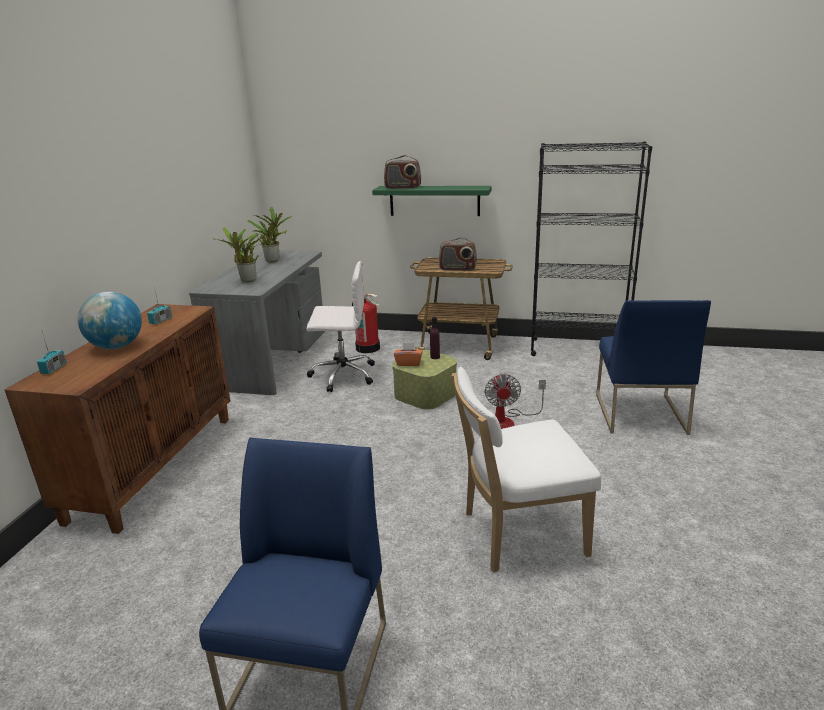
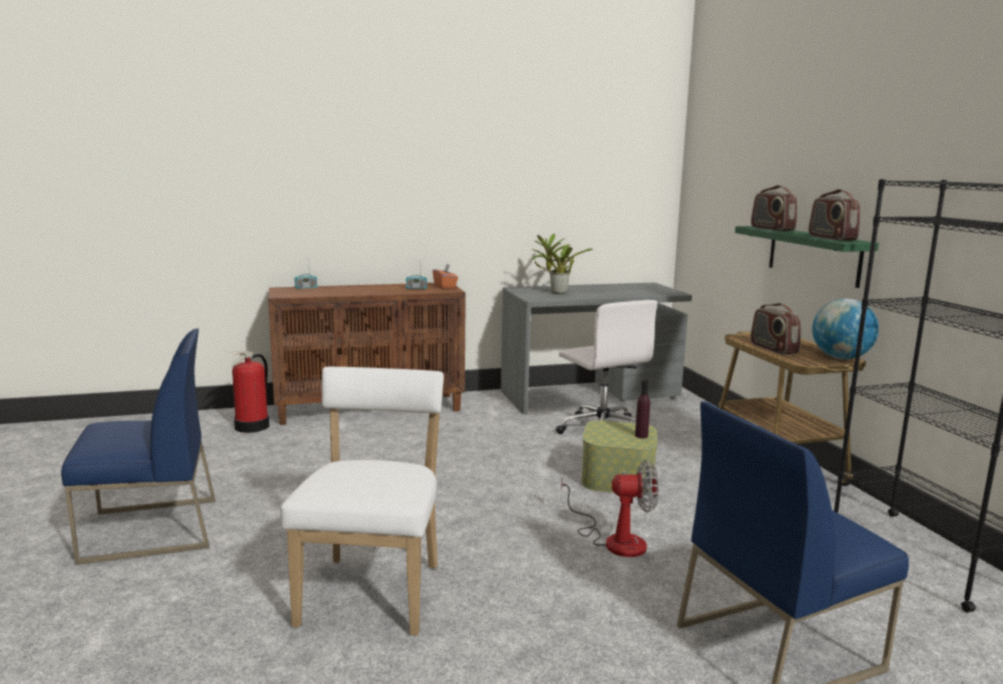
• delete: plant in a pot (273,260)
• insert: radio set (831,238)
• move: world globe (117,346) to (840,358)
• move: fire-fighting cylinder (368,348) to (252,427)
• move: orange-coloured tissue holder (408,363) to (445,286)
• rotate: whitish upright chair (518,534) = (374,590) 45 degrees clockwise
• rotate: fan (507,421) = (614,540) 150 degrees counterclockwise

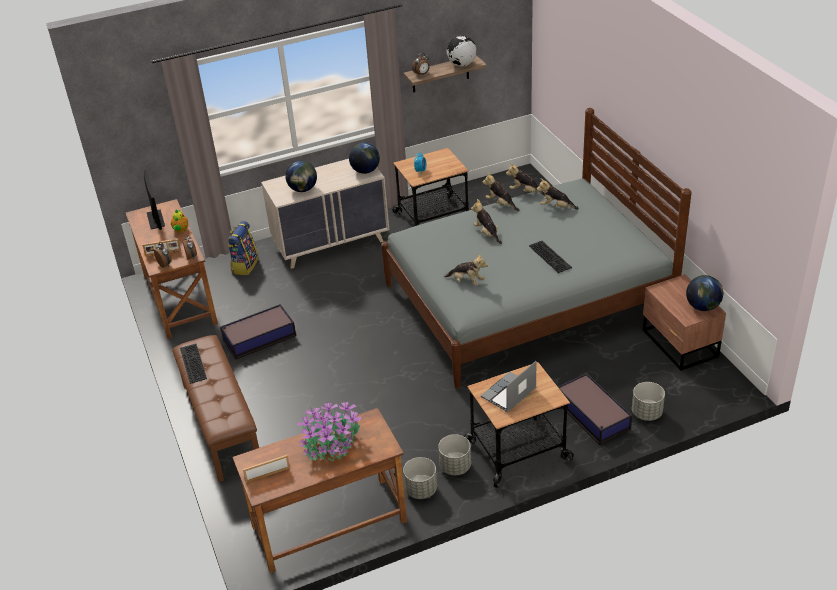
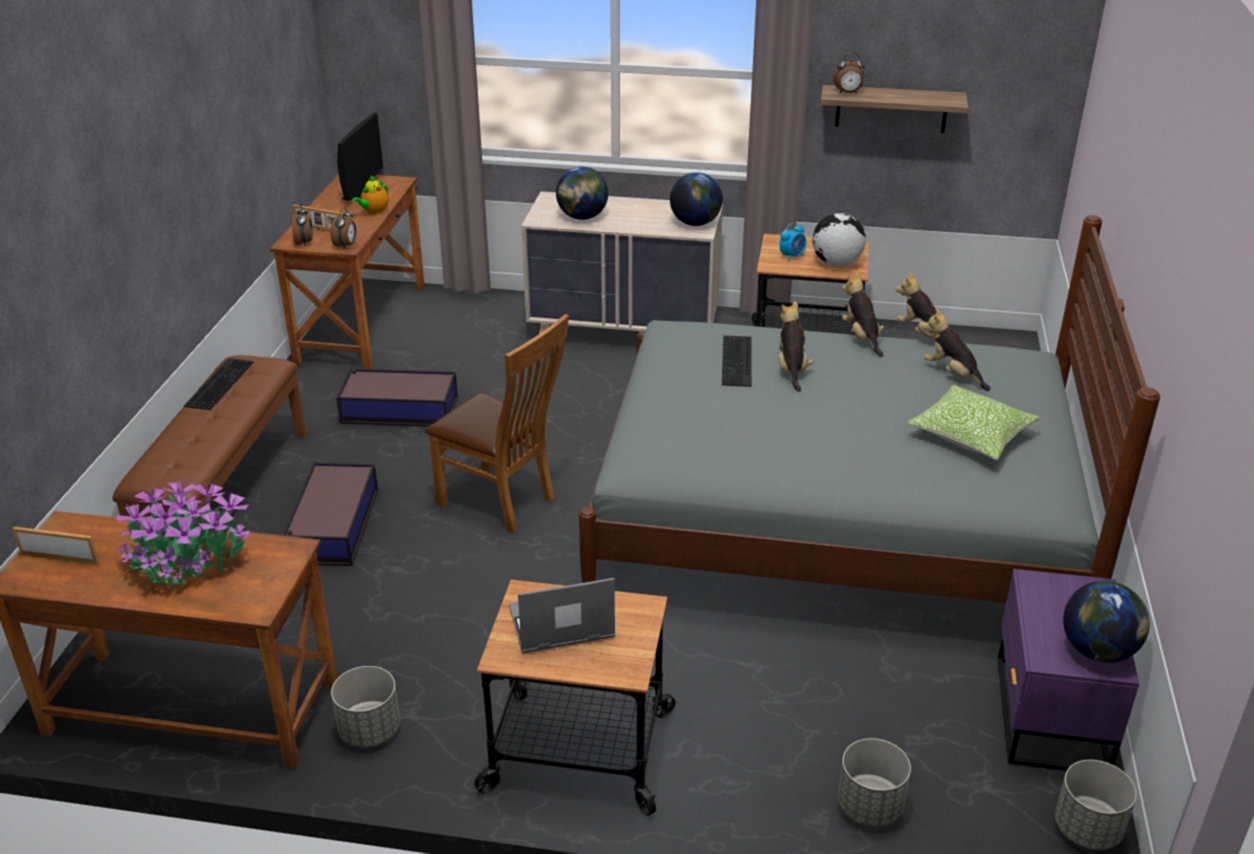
• delete: rucksack (244,265)
• delete: soft toy (466,281)
• insert: brownish upright chair (502,502)
• insert: throw pillow (971,435)
• move: grey planter (455,467) to (1087,829)
• move: world globe (461,65) to (836,264)
• move: PC keyboard (551,256) to (738,361)
• move: storage box (593,416) to (333,527)
• recolor: brownish night table (679,344) to purple-coloured night table (1047,716)

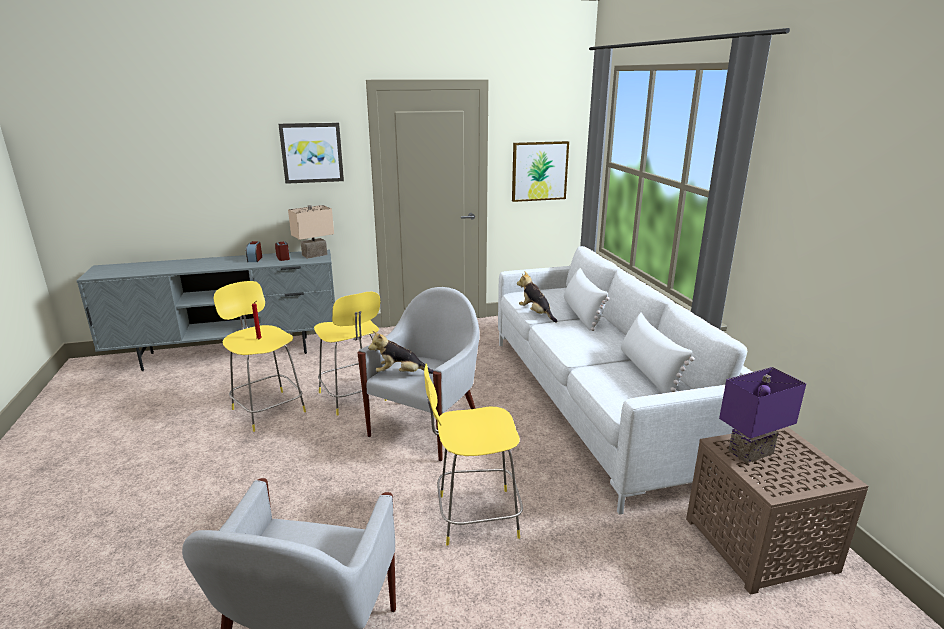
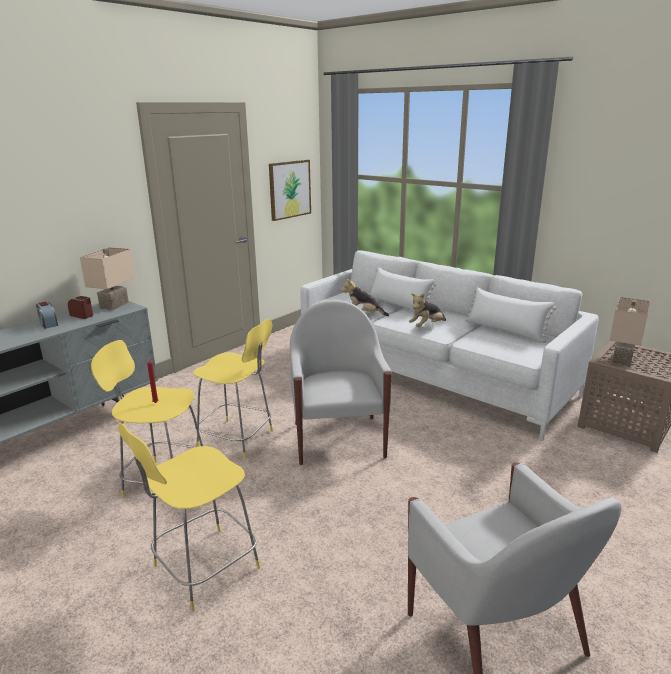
• delete: wall art (312,153)
• move: soft toy (400,374) to (426,326)
• move: yellowish stool (474,516) to (203,569)
• recolor: purple-coloured table lamp (752,453) to beige table lamp (623,360)

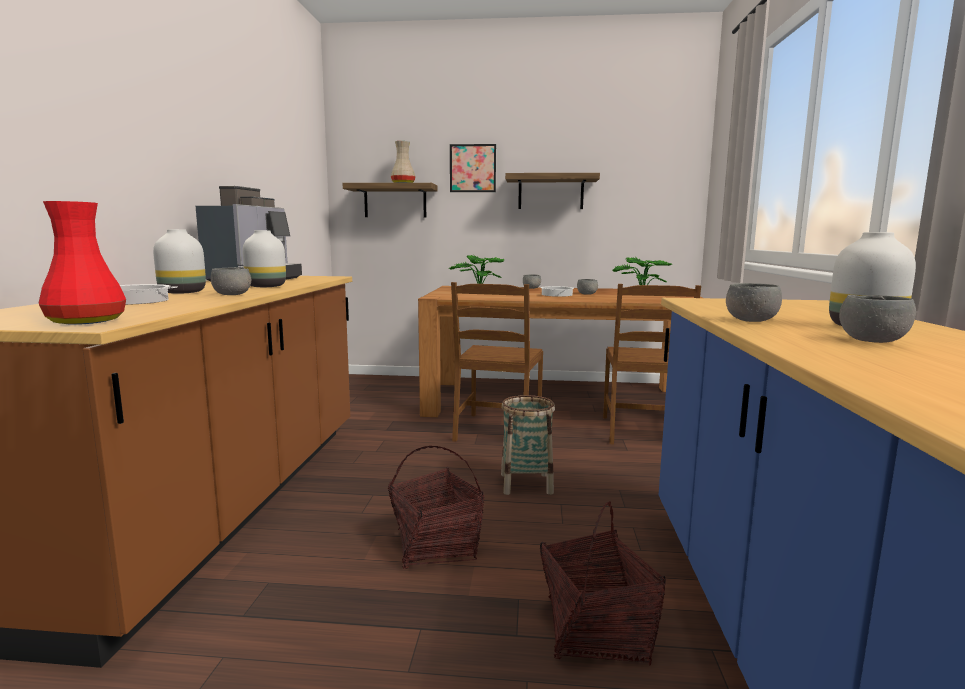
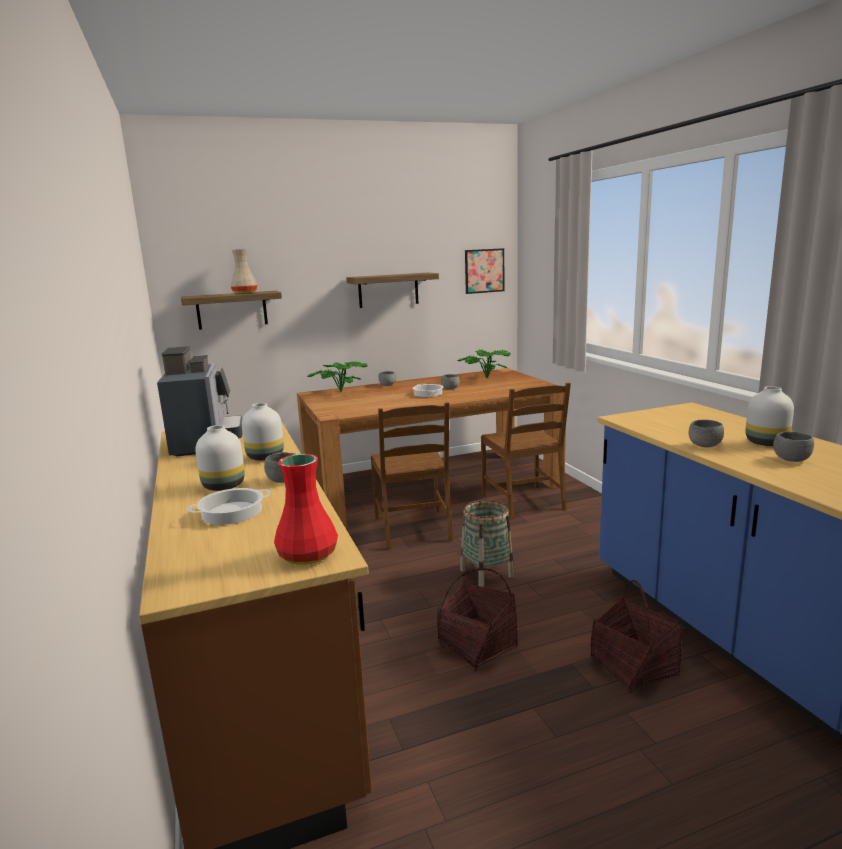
• move: wall art (472,168) to (484,271)

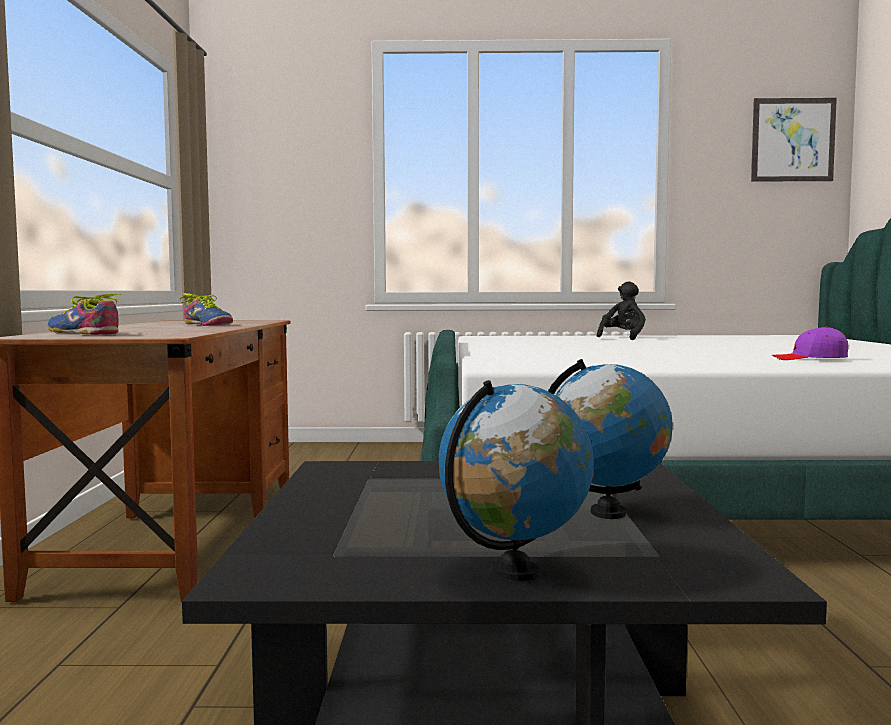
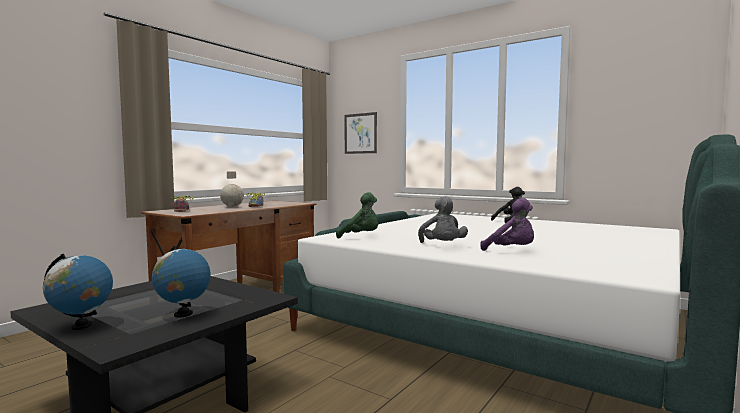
• insert: world globe (232,206)
• insert: green soft toy (361,237)
• insert: grey soft toy (442,246)
• move: wall art (793,140) to (360,133)
• replace: purple-coloured peaked cap (810,359) to purple-coloured soft toy (512,251)

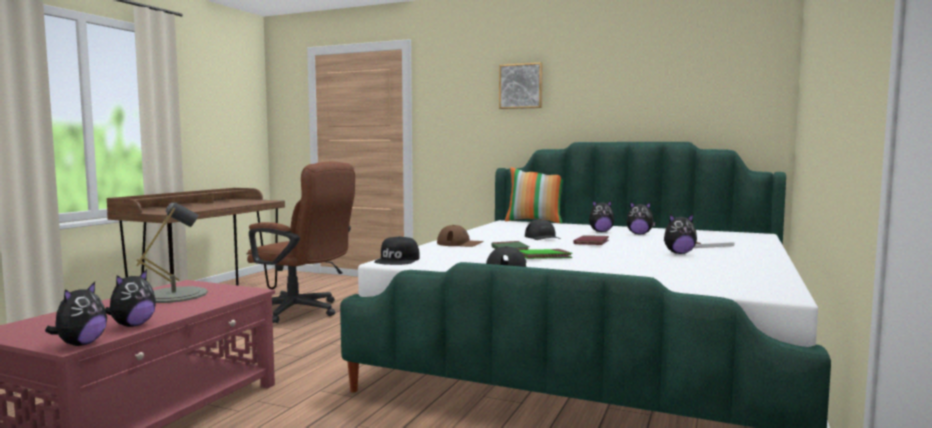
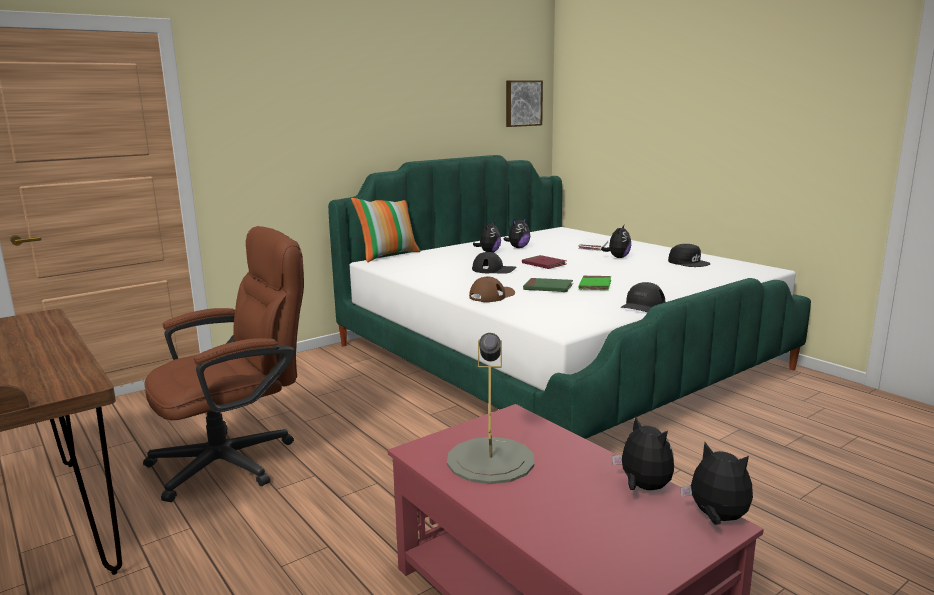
• move: black peaked cap (398,260) to (689,262)
• move: wall art (521,86) to (522,103)

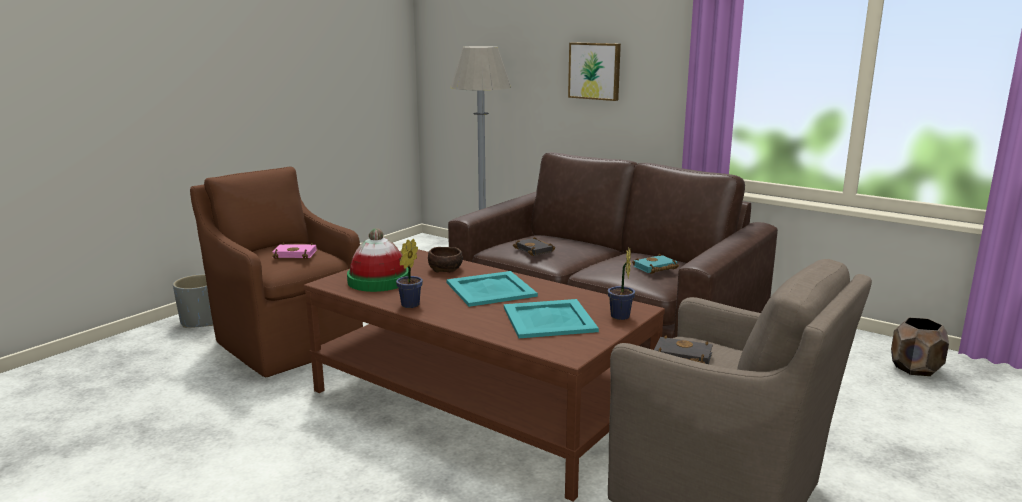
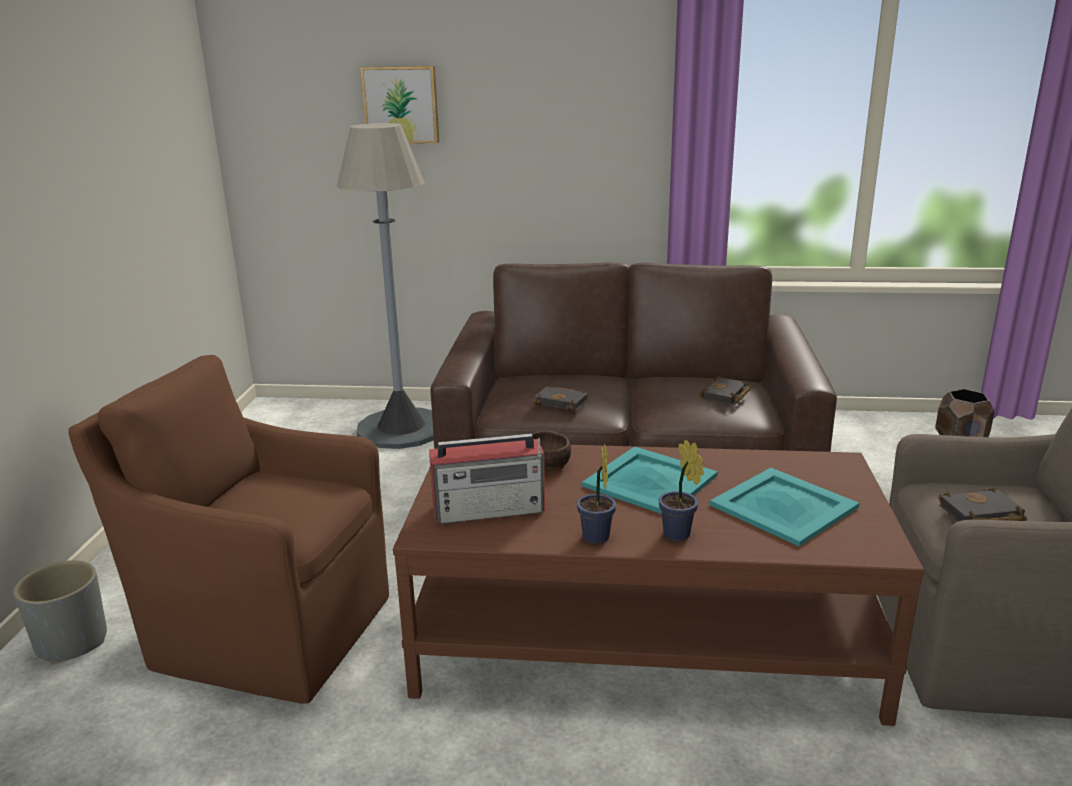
• delete: pinkish bound book (296,254)
• move: wall art (595,71) to (401,104)
• move: plant in a pot (620,317) to (678,536)
• replace: wearable hat (378,280) to radio set (490,509)
• recolor: blue-green bound book (655,268) to black bound book (726,396)

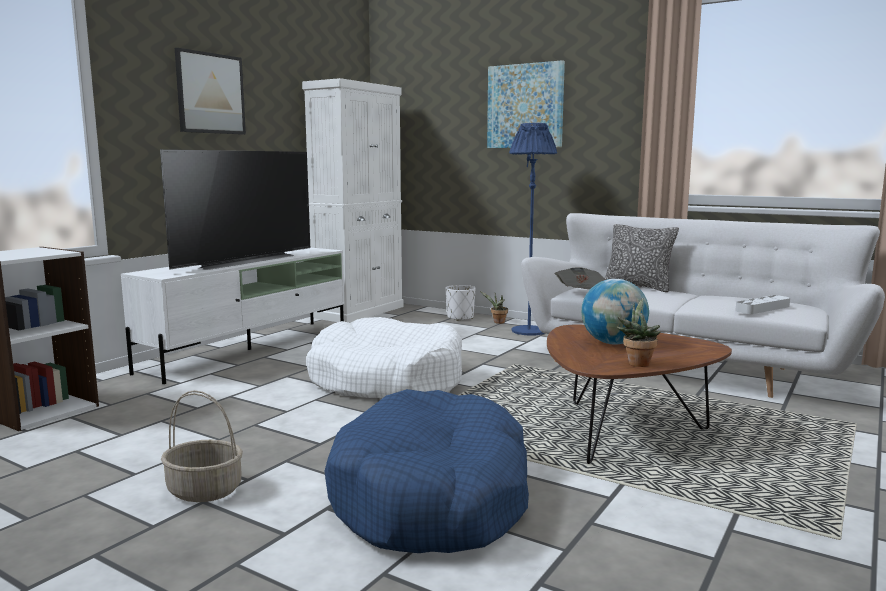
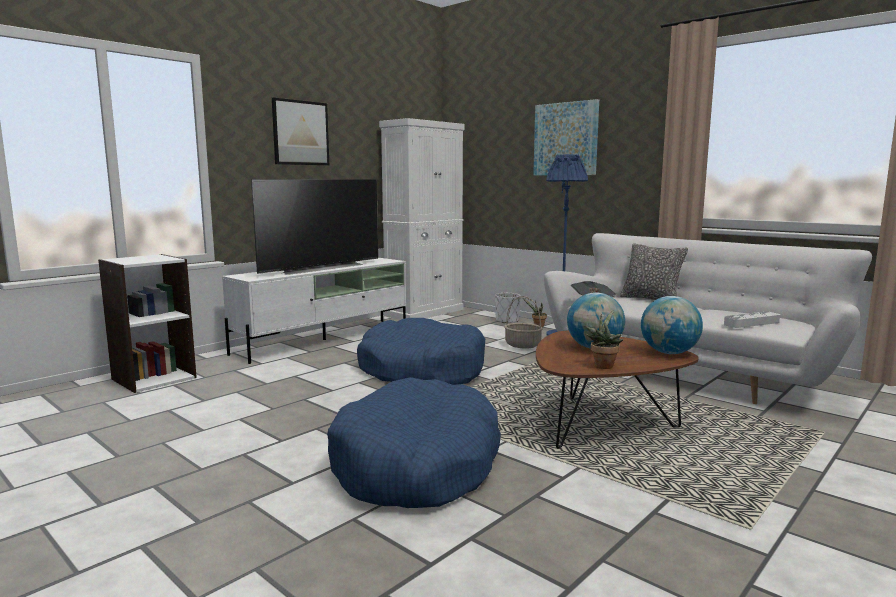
• insert: world globe (669,353)
• move: storage basket (205,490) to (523,345)
• recolor: whitish dog bed (386,380) to blue dog bed (422,370)

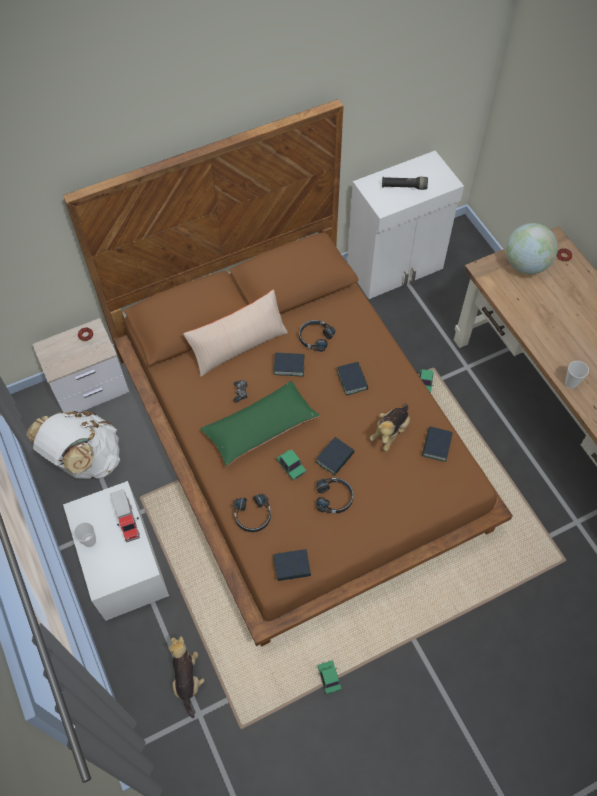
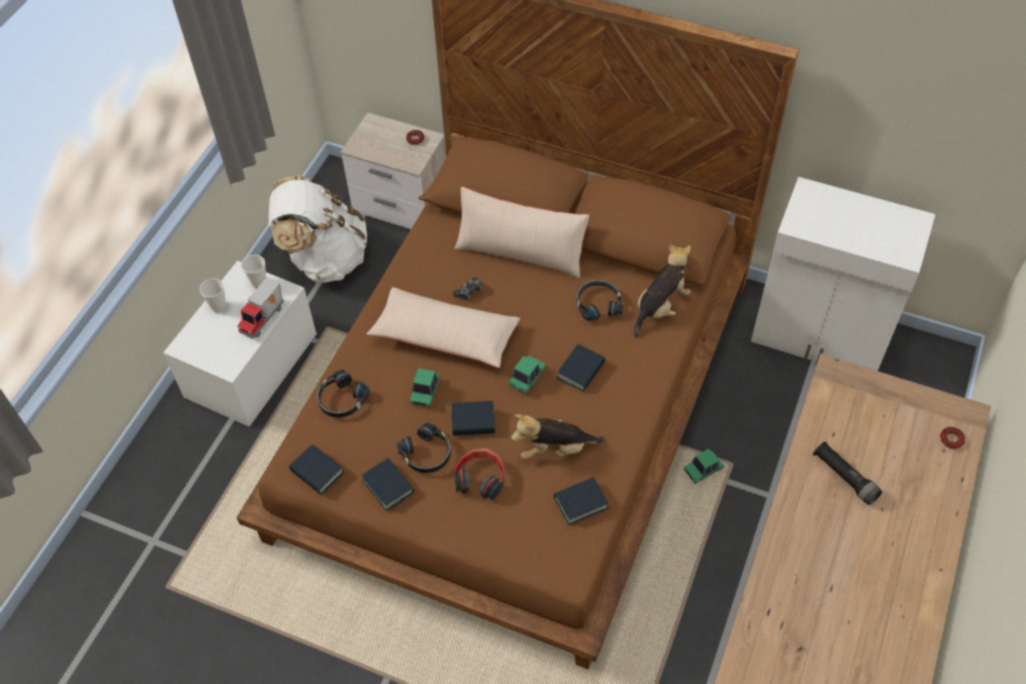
• delete: world globe (526,265)
• insert: headphones (480,478)
• move: soft toy (187,679) to (660,307)
• move: bound book (289,366) to (388,486)
• move: toy car (329,678) to (527,377)
• move: black torch (404,187) to (845,477)
• move: drinking cup (571,383) to (259,283)
• recolor: green throw pillow (260,428) to beige throw pillow (445,336)

